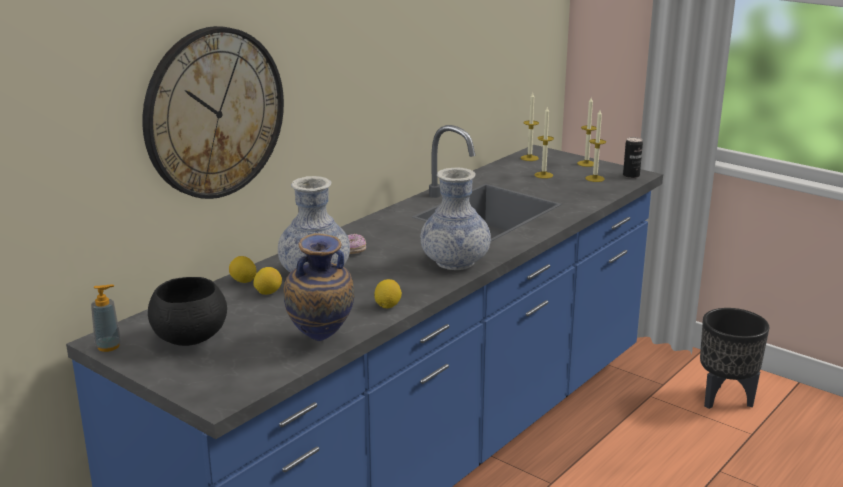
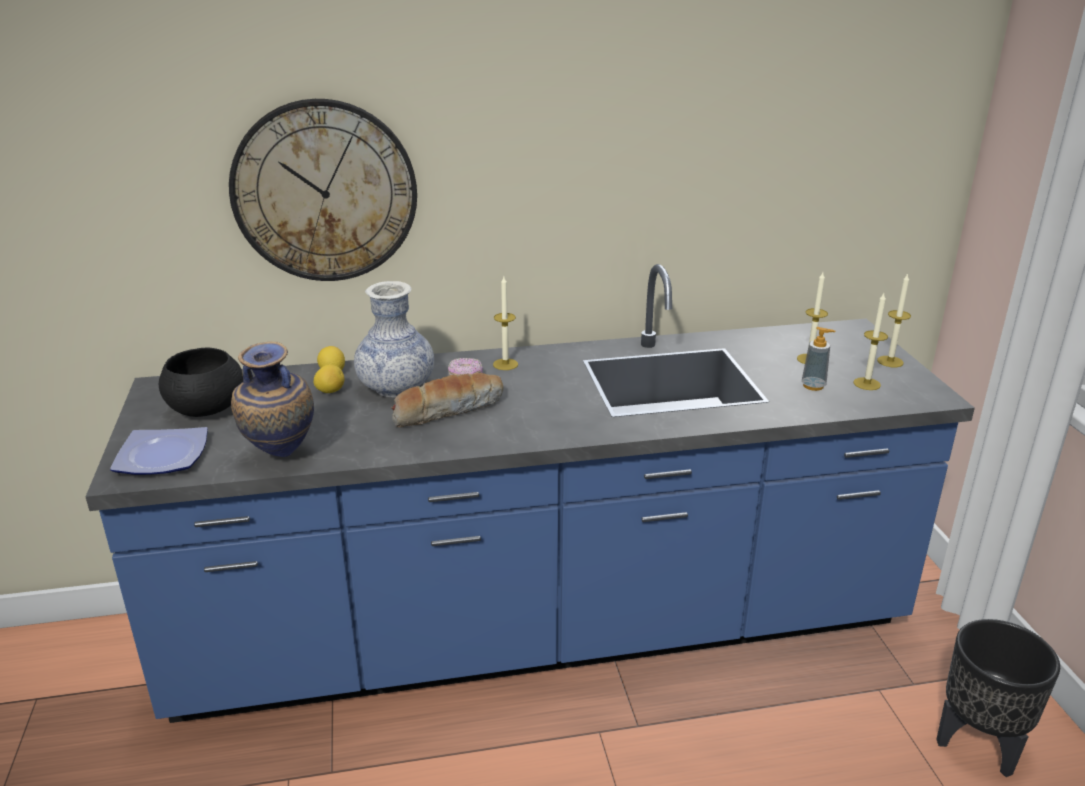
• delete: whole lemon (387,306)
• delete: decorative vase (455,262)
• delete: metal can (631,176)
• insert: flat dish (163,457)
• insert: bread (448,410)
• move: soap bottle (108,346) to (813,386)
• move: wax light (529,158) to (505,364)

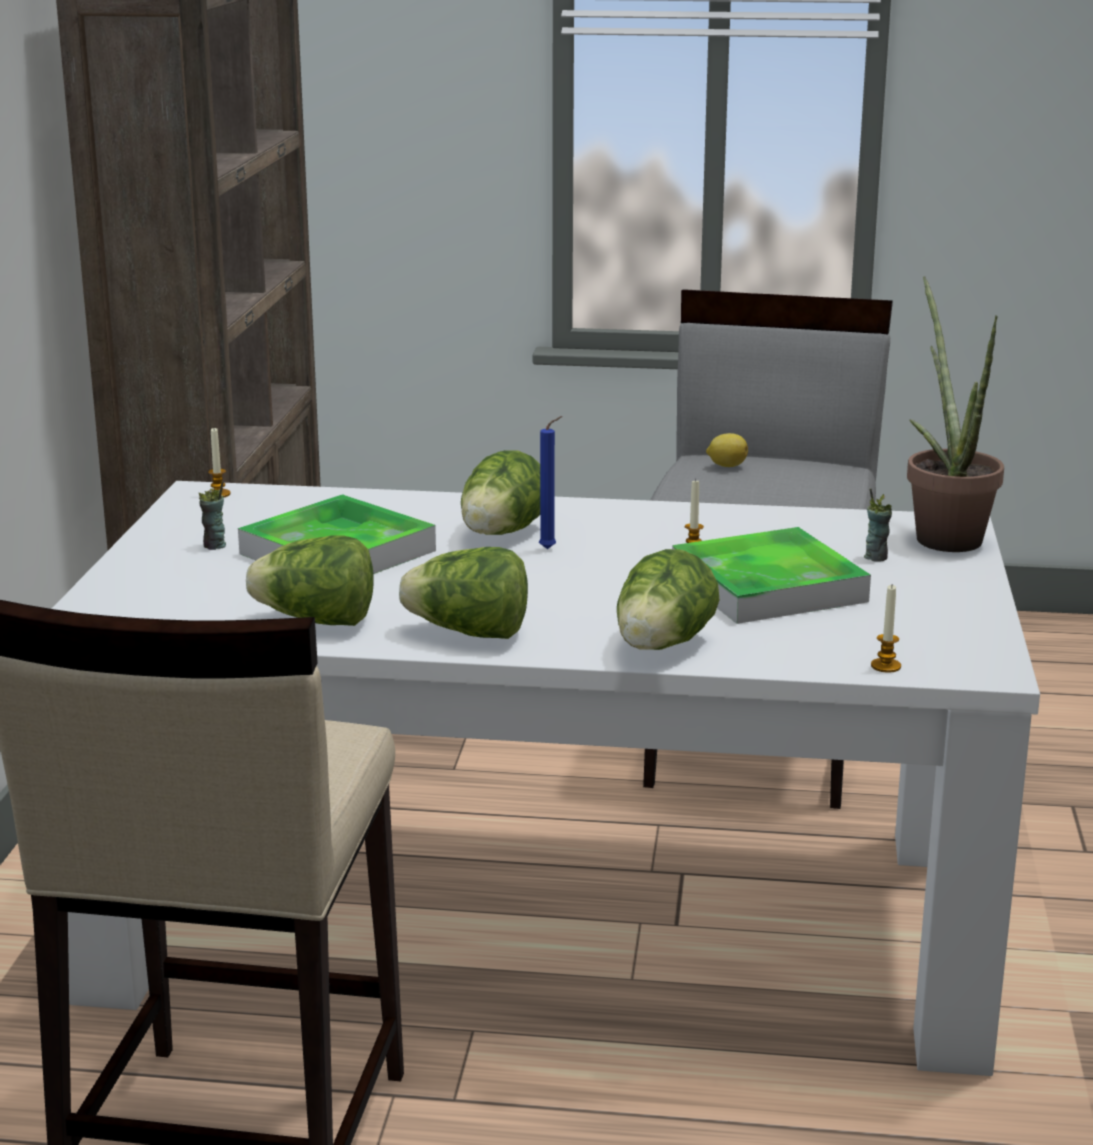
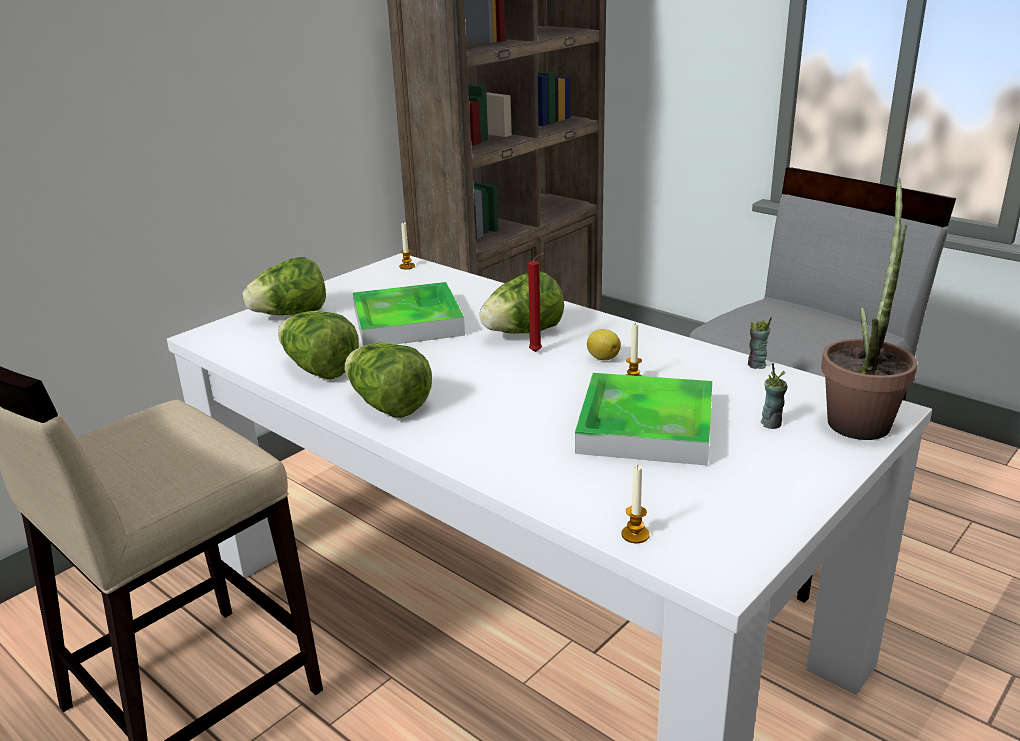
• move: drinking cup (214,546) to (756,365)
• move: lettuce head (662,647) to (291,315)
• move: whole lemon (726,466) to (602,358)
• recolor: blue wax light (550,549) to red-coloured wax light (537,352)

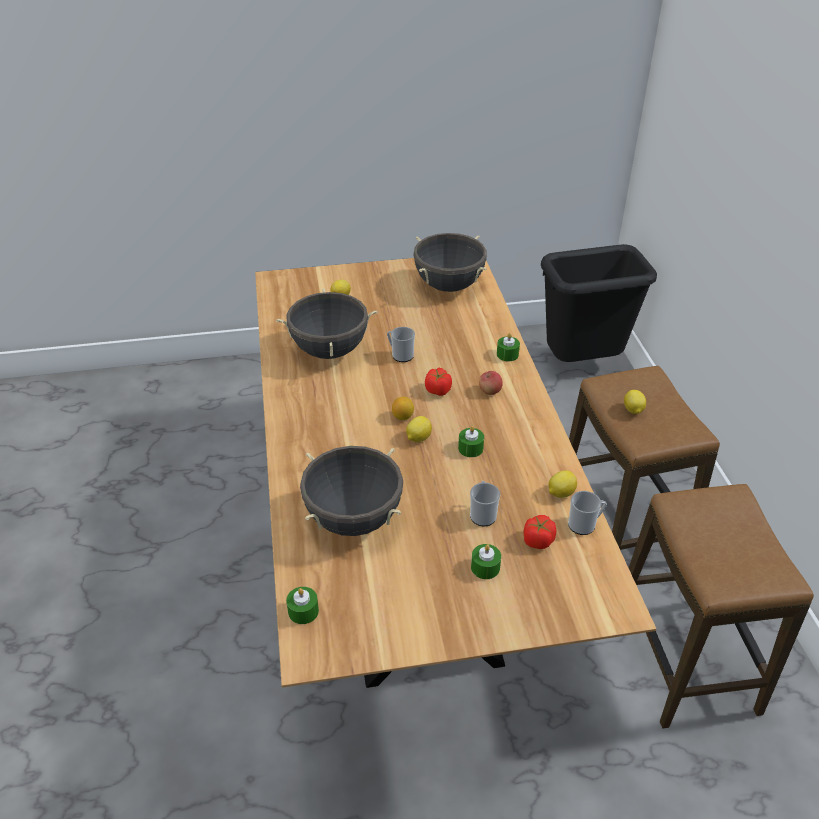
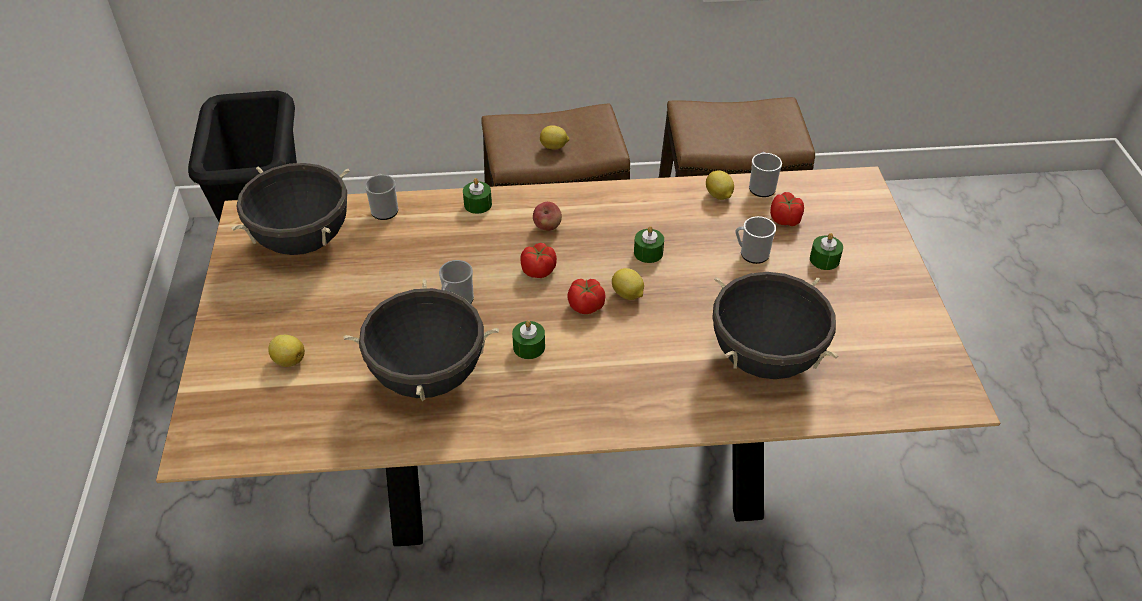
• insert: tea mug (384,209)
• move: green wax light (303,611) to (529,347)
• replace: whole lemon (403,416) to fresh tomato (586,306)

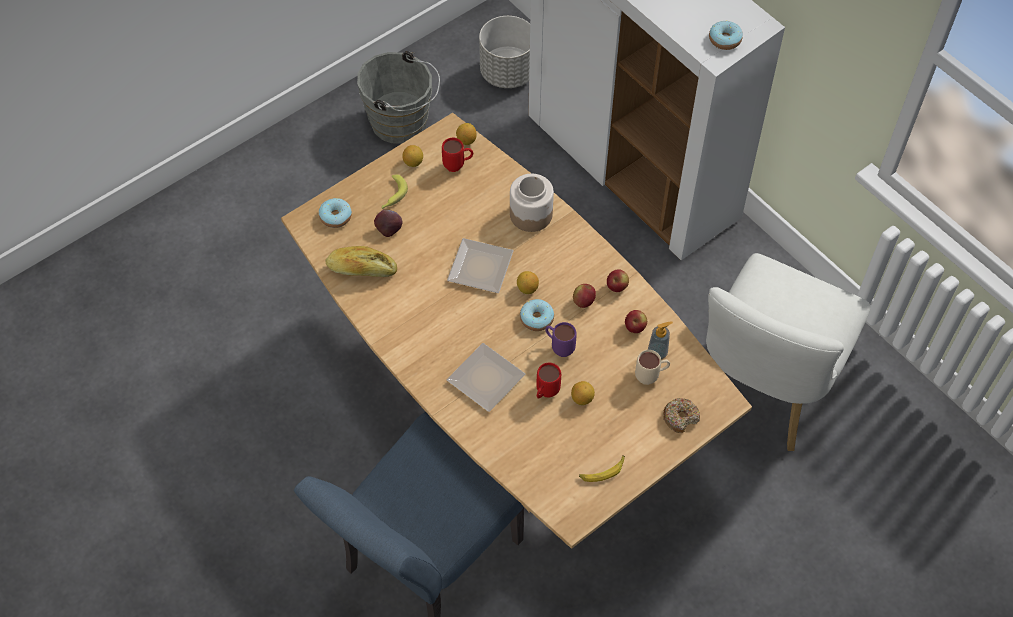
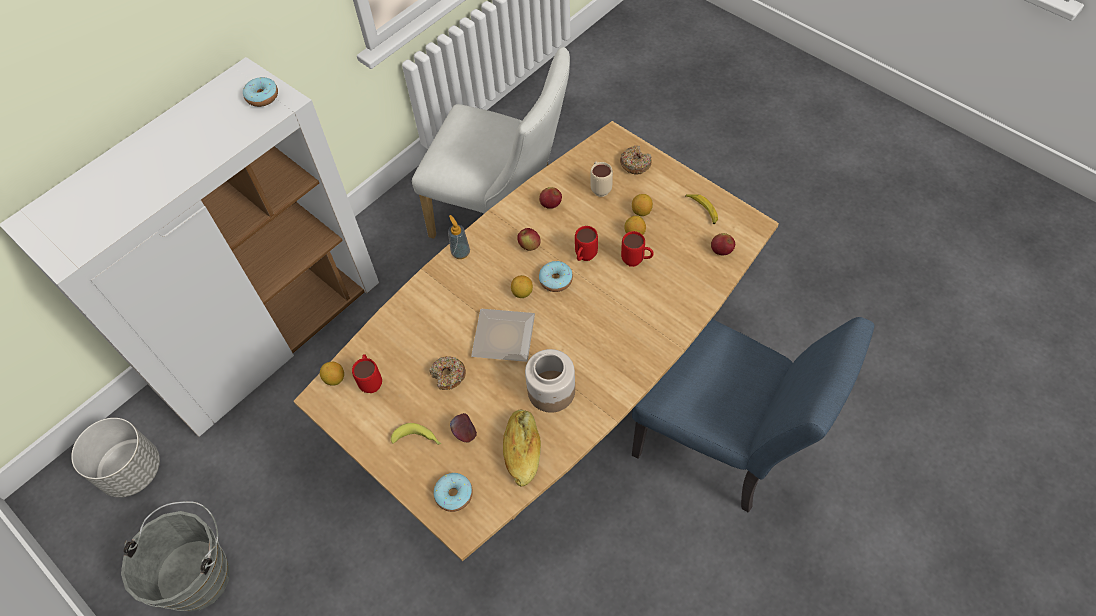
• delete: flat dish (483,379)
• insert: doughnut (448,376)
• move: whole lemon (413,162) to (641,211)
• move: preserve jar (531,214) to (550,391)
• move: whole apple (617,287) to (721,251)
• move: soap bottle (657,352) to (460,252)
• recolor: purple-coloured tea mug (559,347) to red-coloured tea mug (584,258)

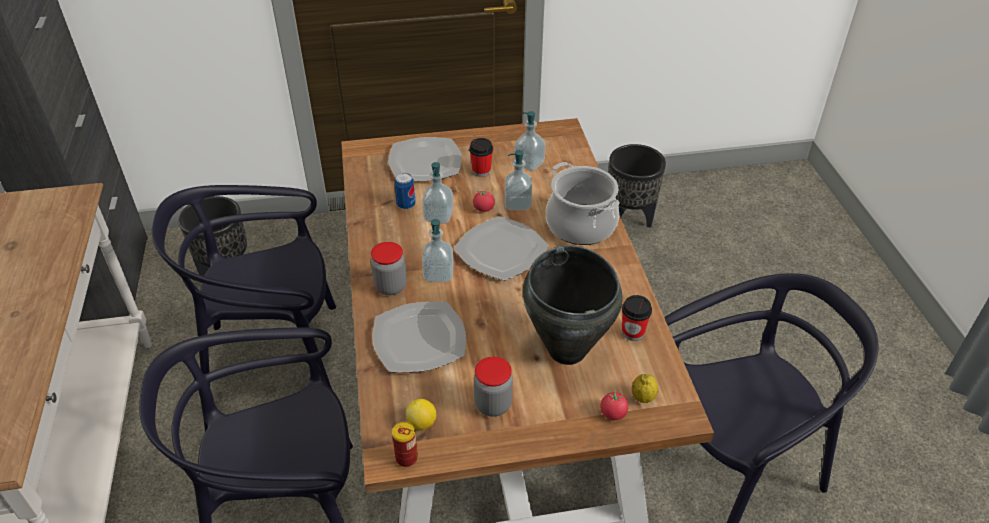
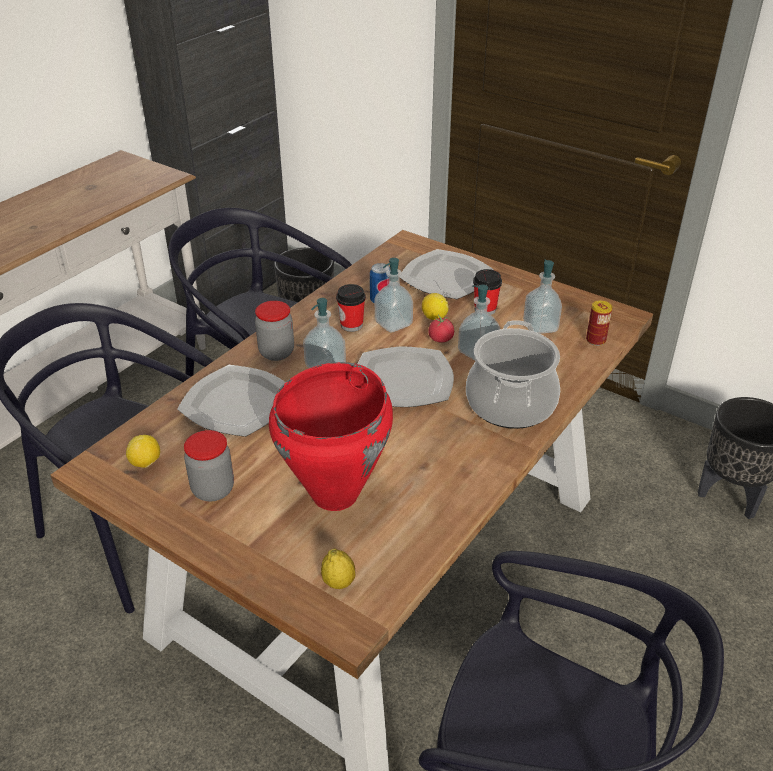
• delete: fresh tomato (613,413)
• insert: whole lemon (434,317)
• move: metal can (406,458) to (595,340)
• move: drinking cup (633,332) to (351,325)
• recolor: black cooking pot (567,350) to red-coloured cooking pot (336,494)

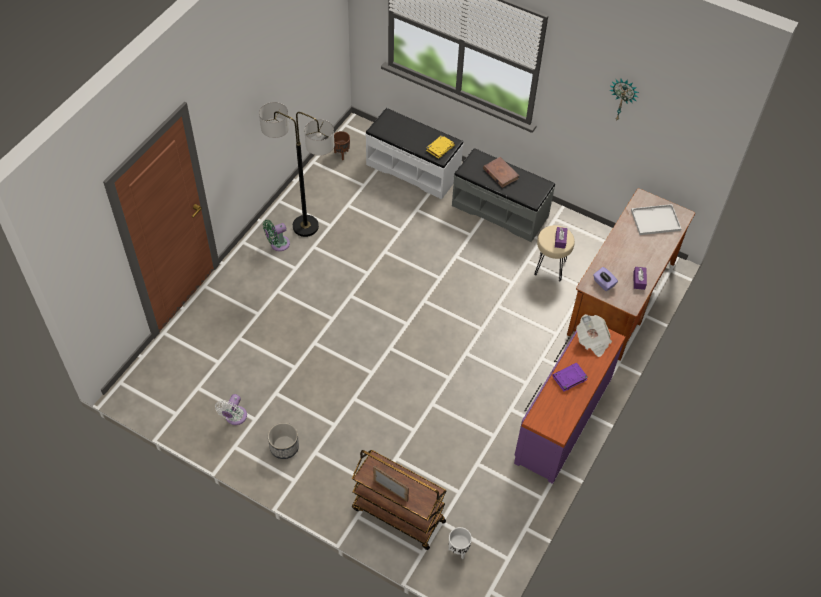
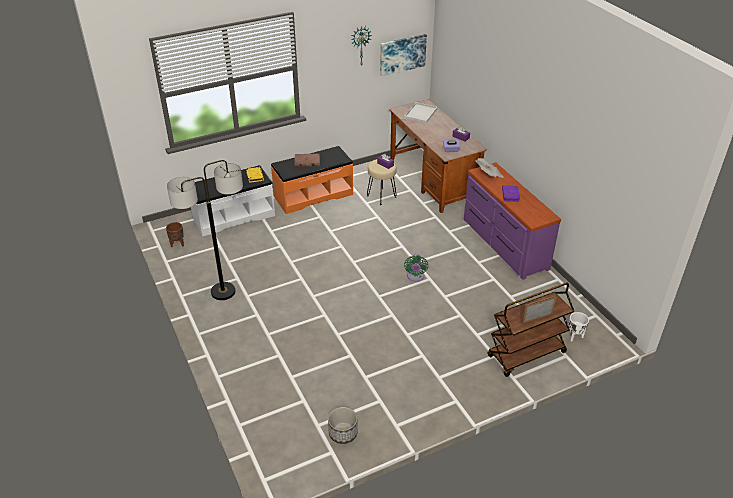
• delete: whitish fan (234,417)
• insert: wall art (402,54)
• move: green fan (278,244) to (415,277)
• move: planter (284,447) to (343,433)
• recolor: grey long seat (500,210) to orange-coloured long seat (313,195)

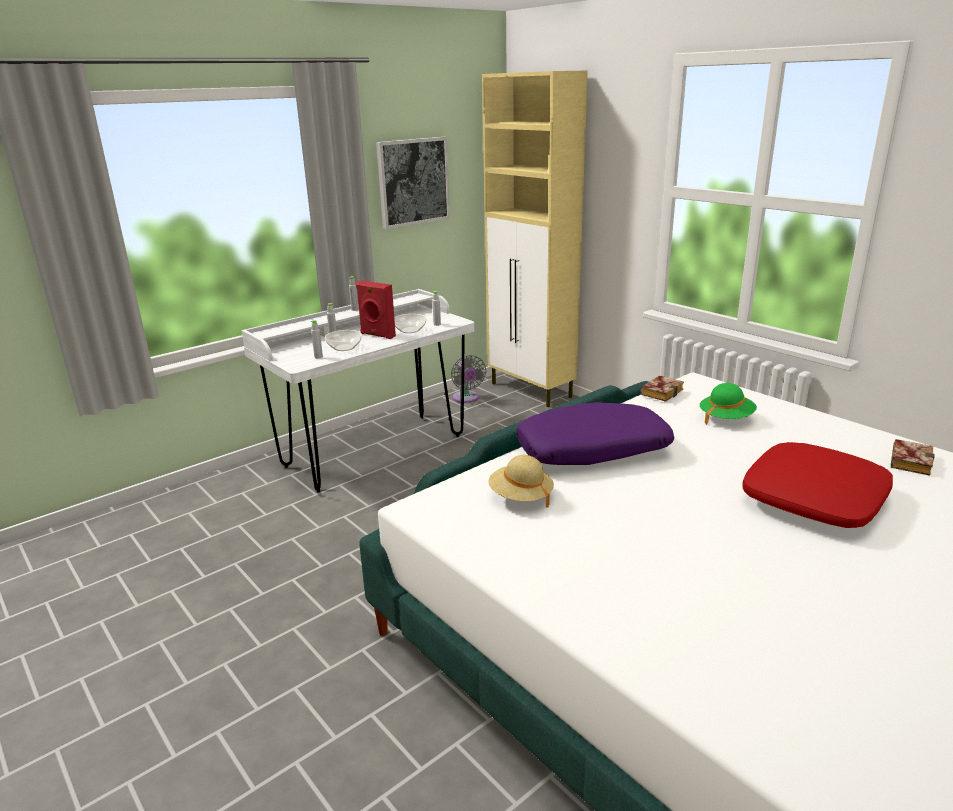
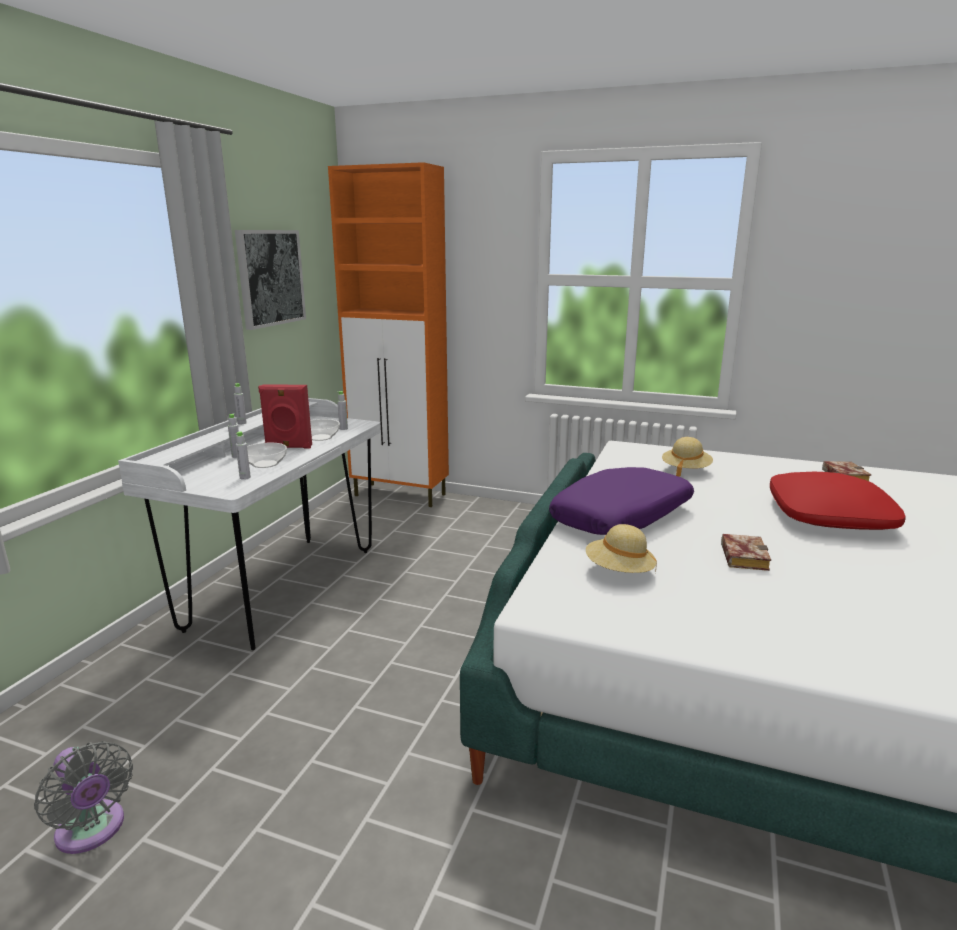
• move: grey fan (466,398) to (92,831)
• move: bound book (661,392) to (741,556)
• recolor: beige cupboard (531,390) to orange-coloured cupboard (401,495)
• recolor: green wearable hat (726,418) to beige wearable hat (685,470)

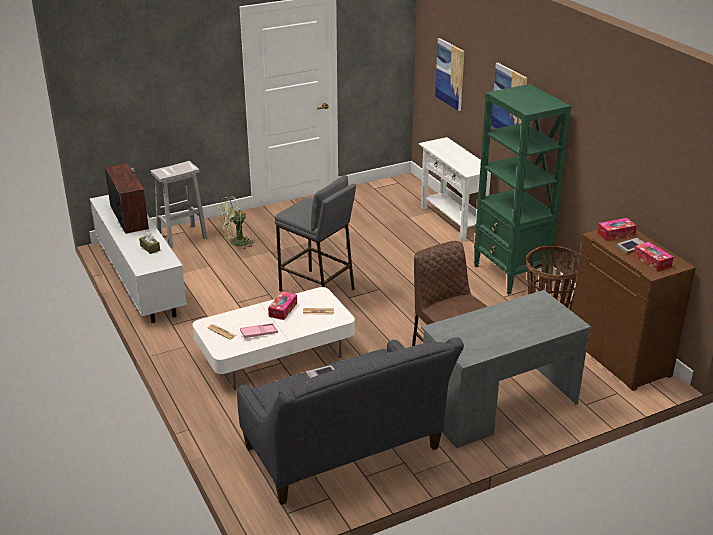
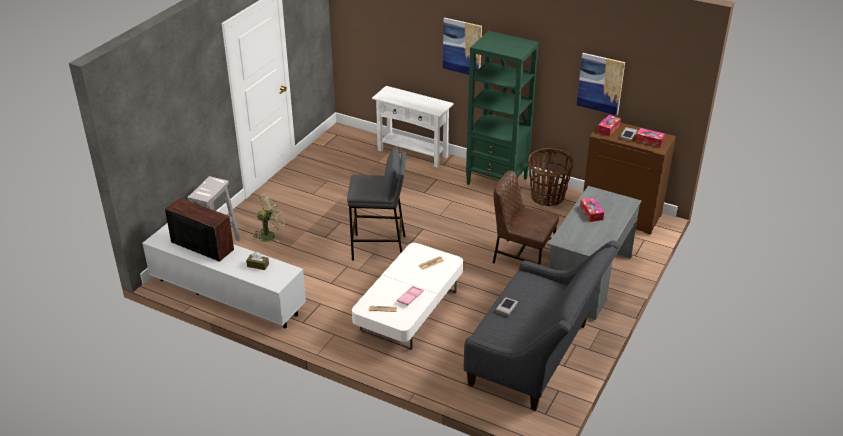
• move: tissue holder (283,310) to (591,213)
• move: wall art (450,74) to (600,83)
• rotate: green fan (236,243) = (270,235) 150 degrees counterclockwise

